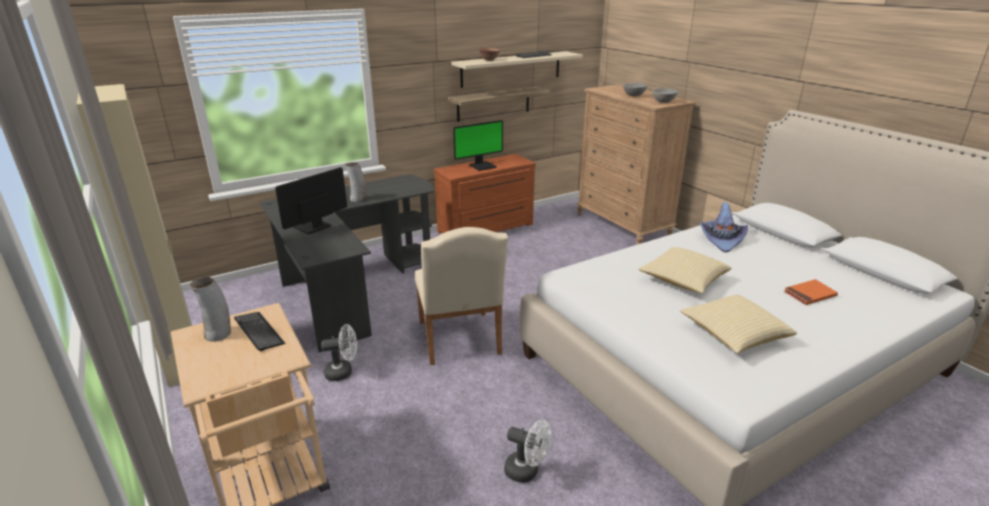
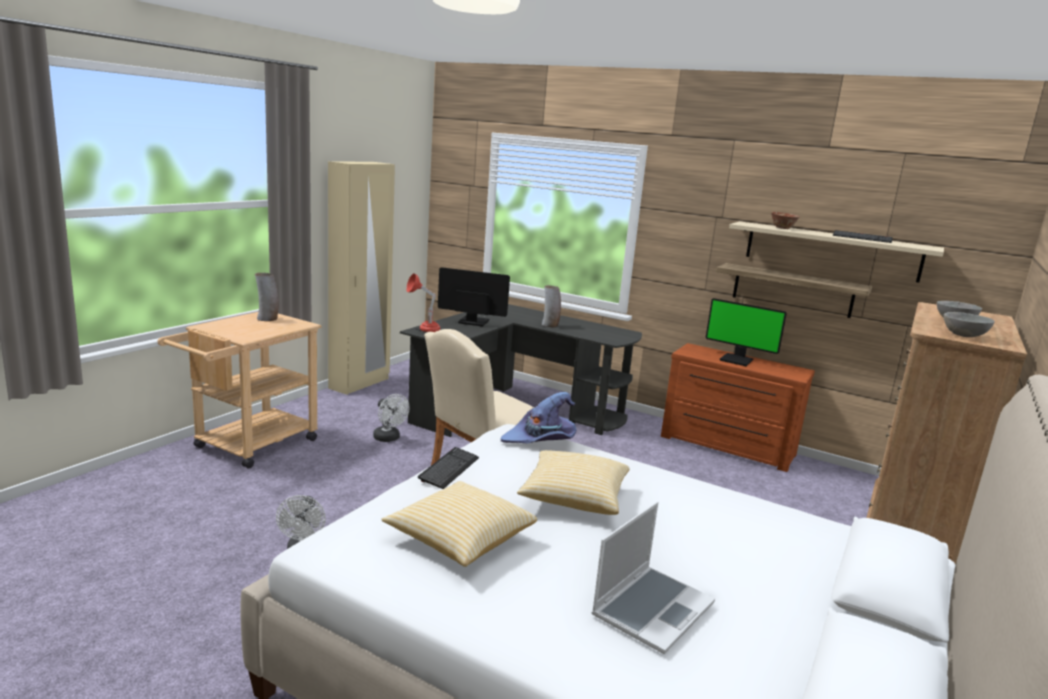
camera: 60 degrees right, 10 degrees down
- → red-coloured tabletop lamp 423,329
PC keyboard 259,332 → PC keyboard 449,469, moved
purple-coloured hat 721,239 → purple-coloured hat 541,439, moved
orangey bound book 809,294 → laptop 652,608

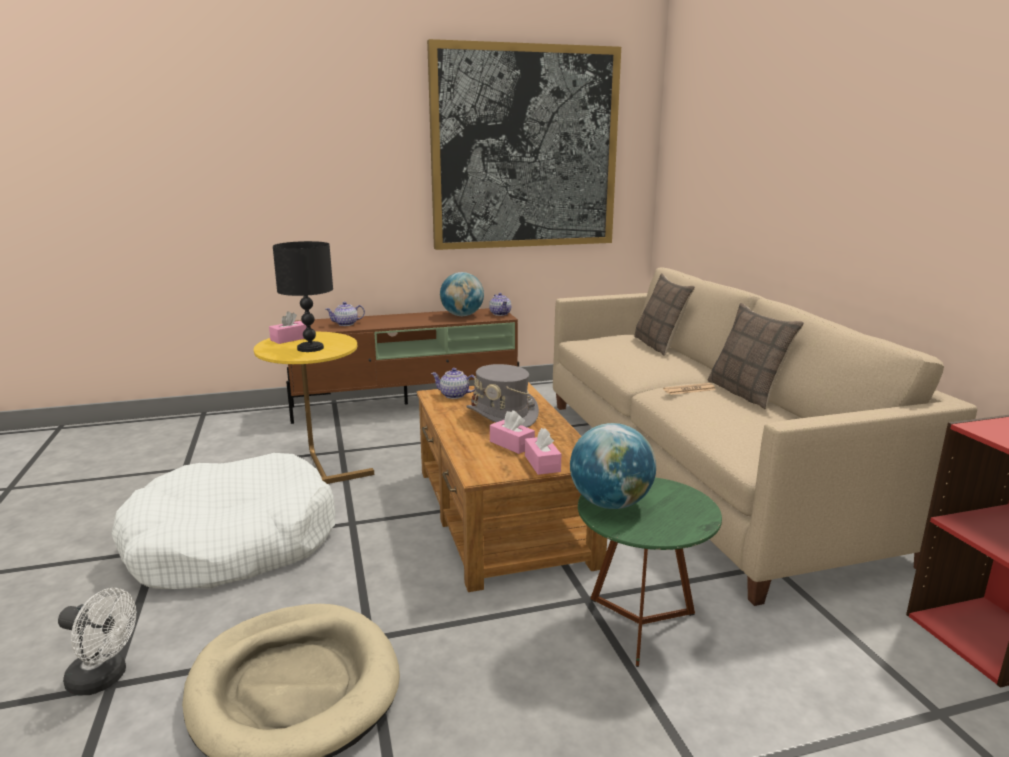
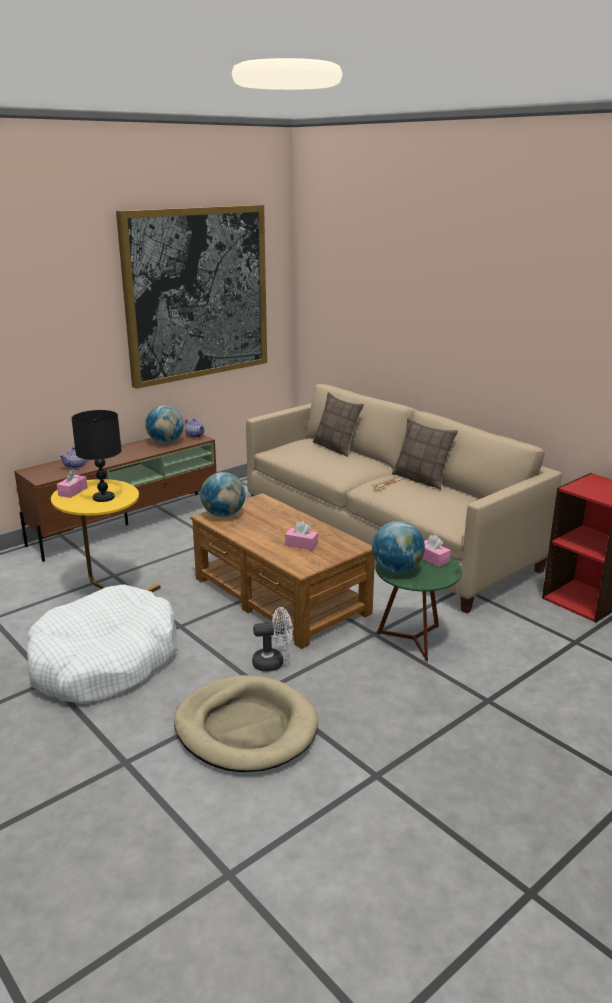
camera: 25 degrees left, 5 degrees up
pot for tea 454,395 → globe 223,515
white-coloured cooling fan 104,679 → white-coloured cooling fan 273,662, moved
pink tissue holder 542,463 → pink tissue holder 432,559, moved
greyish hat 502,416 → -

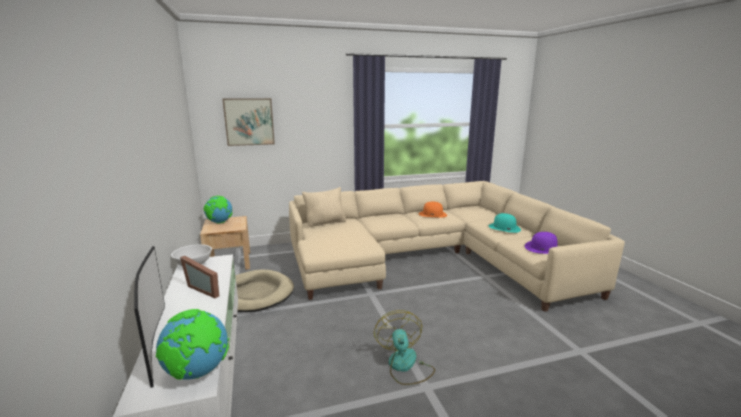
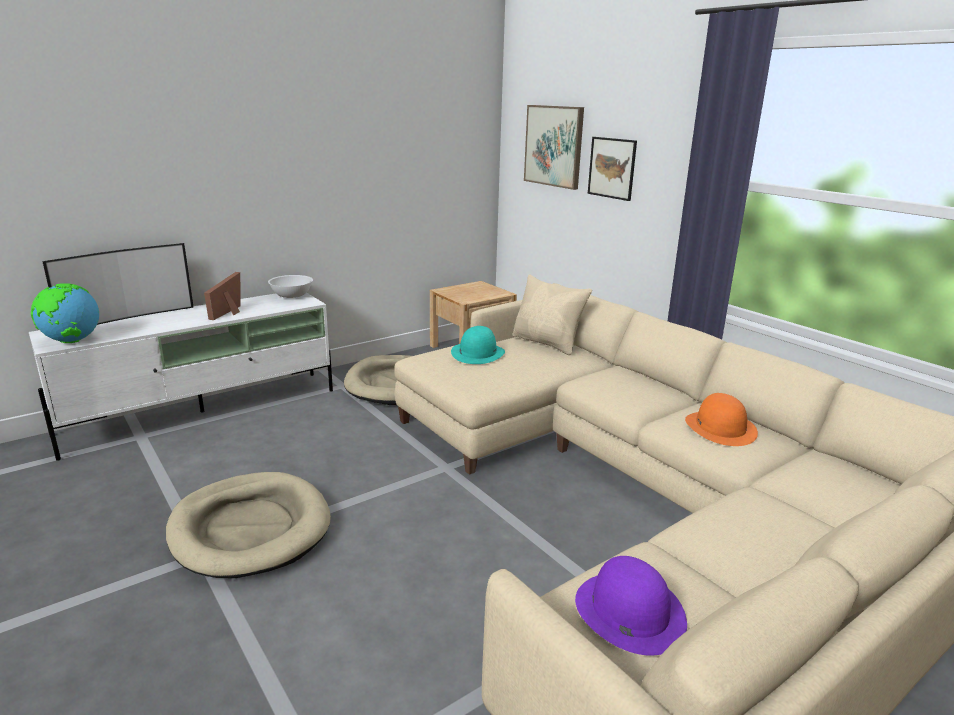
camera: 70 degrees right, 5 degrees up
cooling fan 405,366 → beige-coloured dog bed 250,529
blue-green hat 504,227 → blue-green hat 477,353, moved
- → wall picture 612,168
globe 219,222 → -

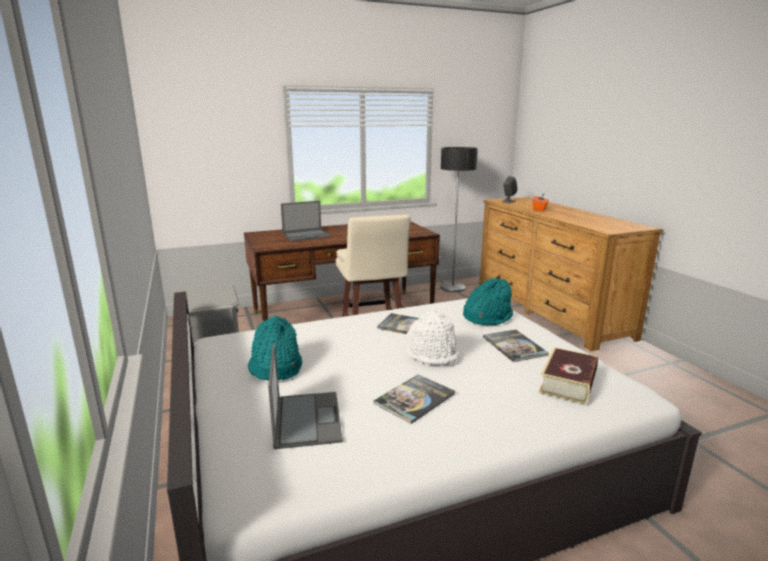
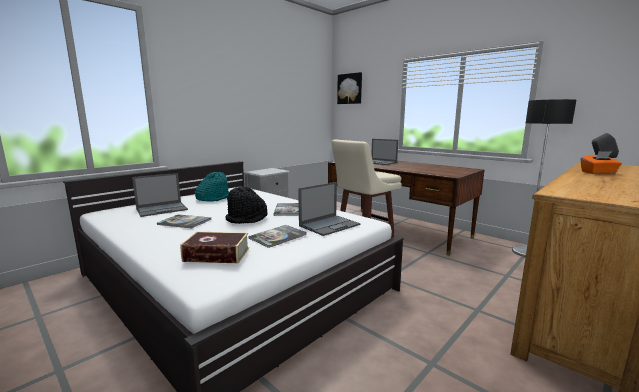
camera: 65 degrees right, 5 degrees down
white-coloured hat 432,354 → blackish hat 247,219
blue-green hat 487,317 → laptop 330,225
- → wall picture 350,89

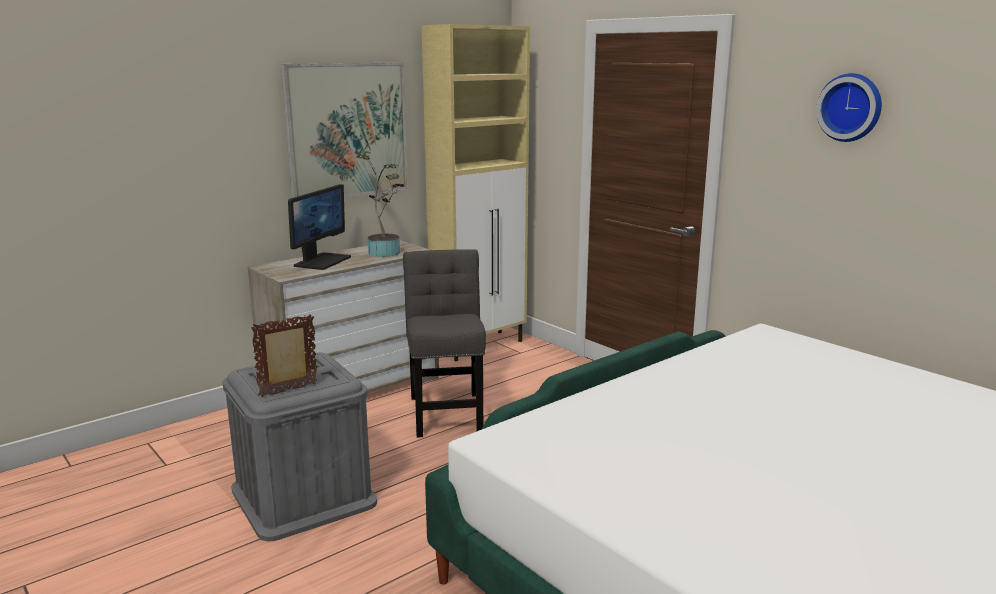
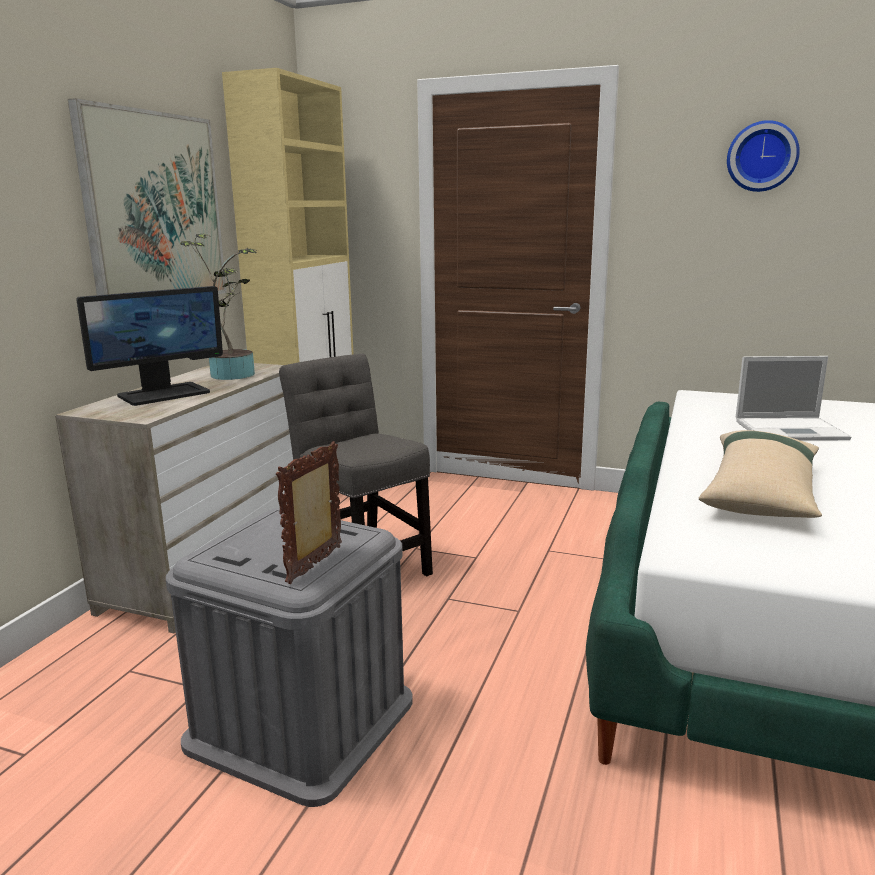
camera: 30 degrees left, 0 degrees up
monitor 322,261 → monitor 164,394, 60 degrees clockwise
- → beige-coloured cushion 761,491
- → laptop 792,430

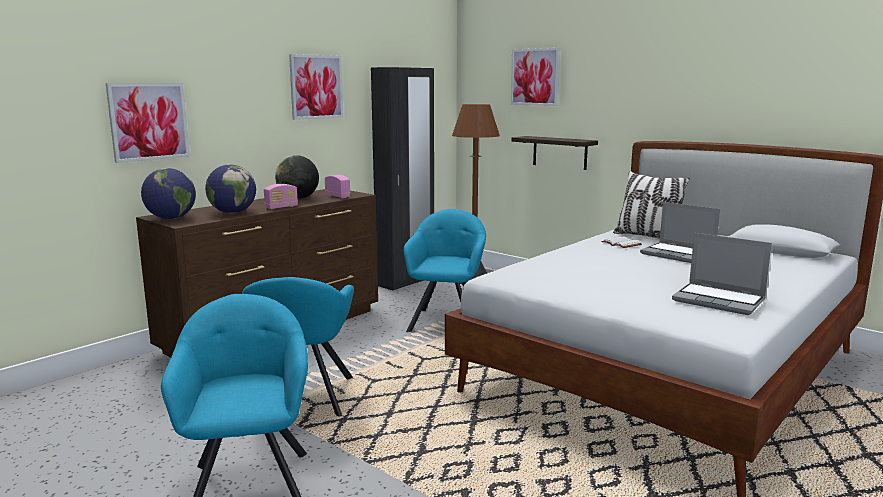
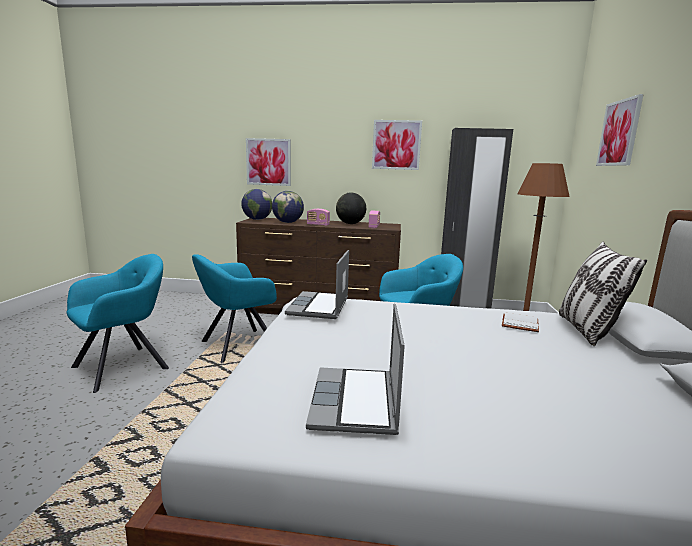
camera: 55 degrees right, 0 degrees up
laptop 679,254 → laptop 319,307, moved
shelf 559,152 → -

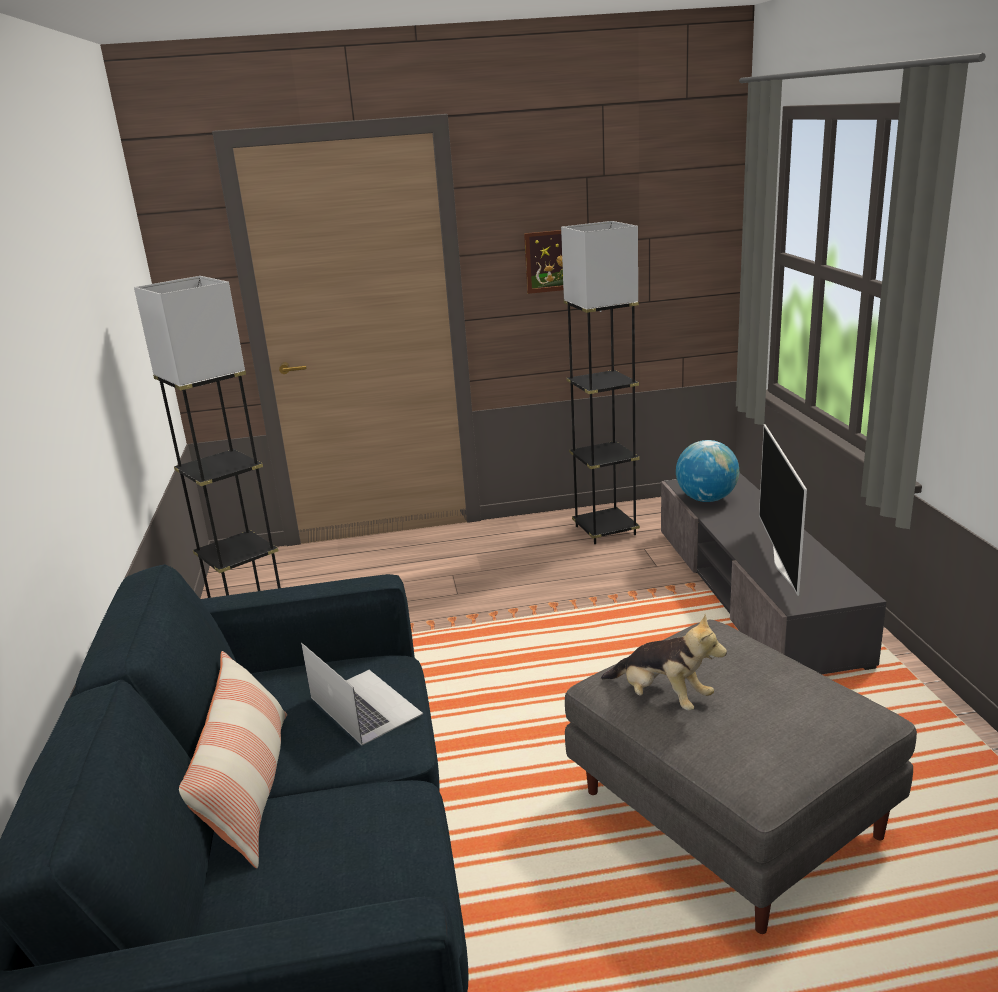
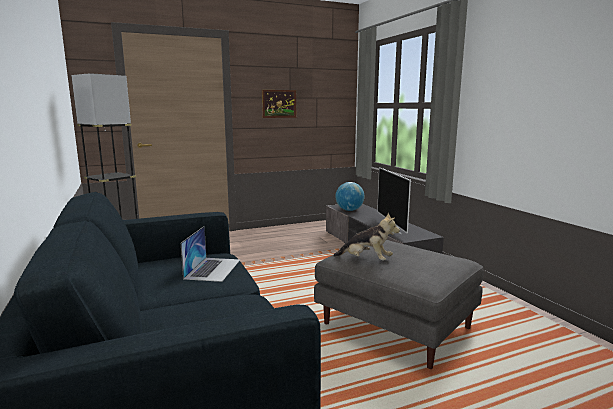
camera: 15 degrees left, 10 degrees down
laptop 365,705 → laptop 213,269, 60 degrees clockwise
cushion 248,786 → -
greyish standing lamp 605,530 → -

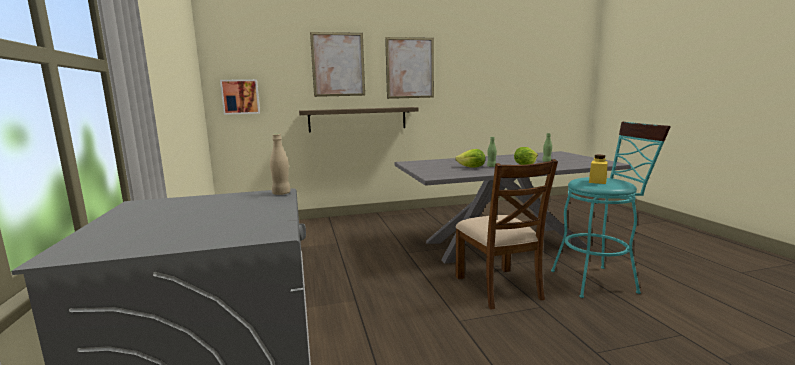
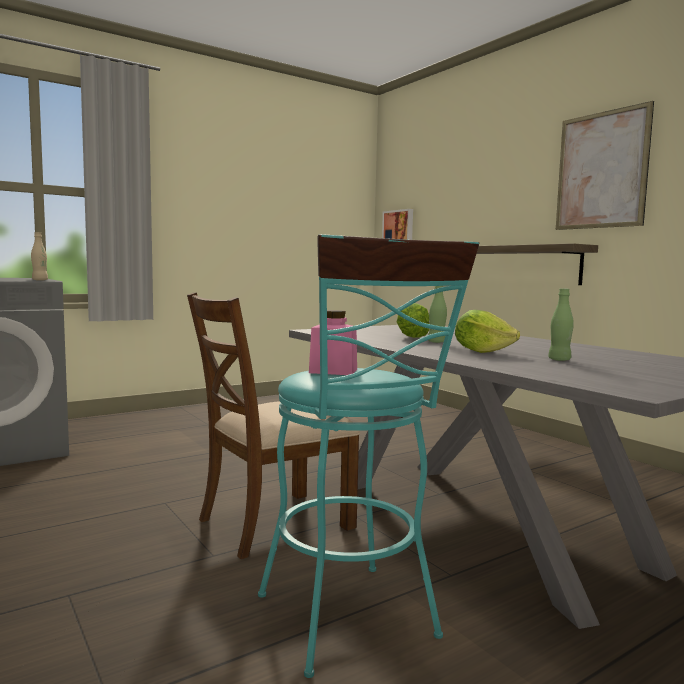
camera: 70 degrees right, 5 degrees down
yellow storage jar 597,181 → pink storage jar 333,371
wall picture 338,64 → -

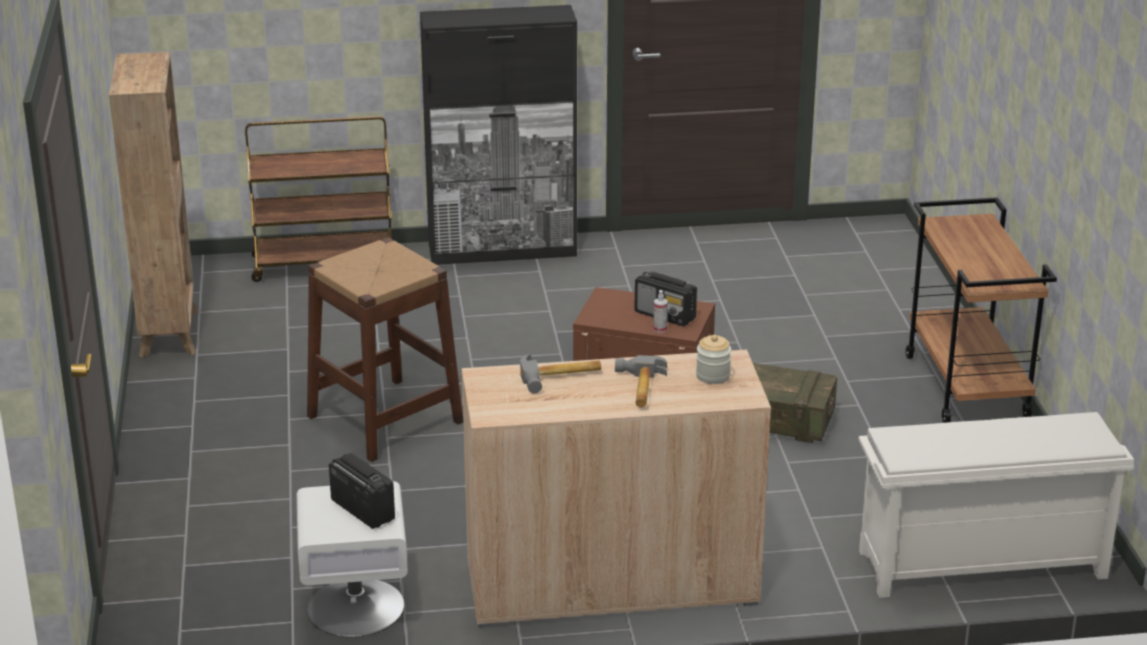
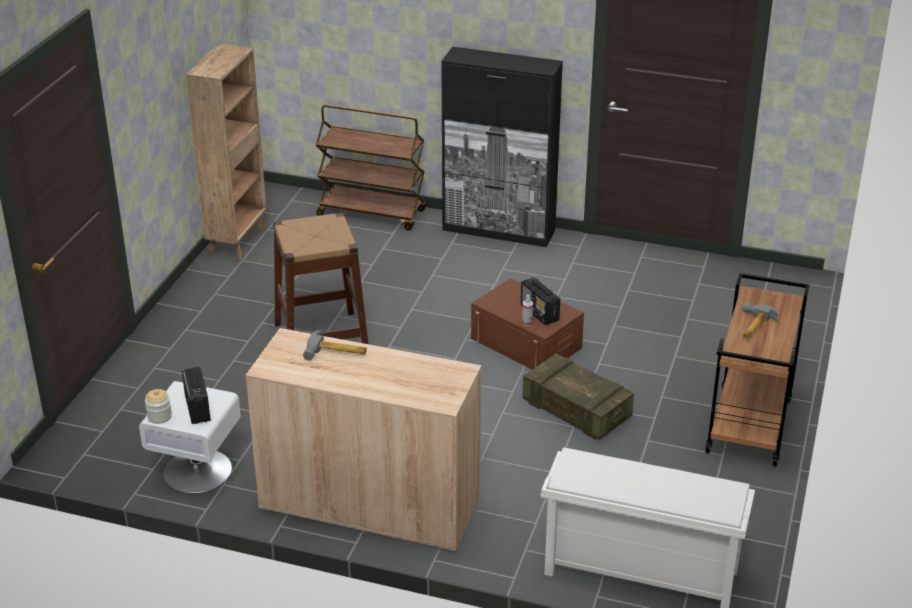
camera: 25 degrees right, 5 degrees up
storage jar 713,376 → storage jar 159,416, moved
tool hammer 639,389 → tool hammer 752,326, moved

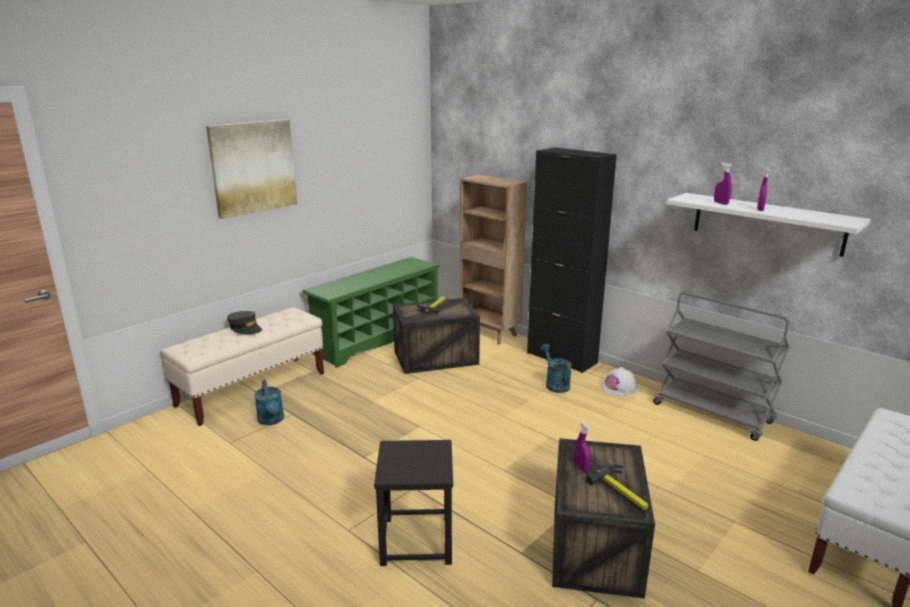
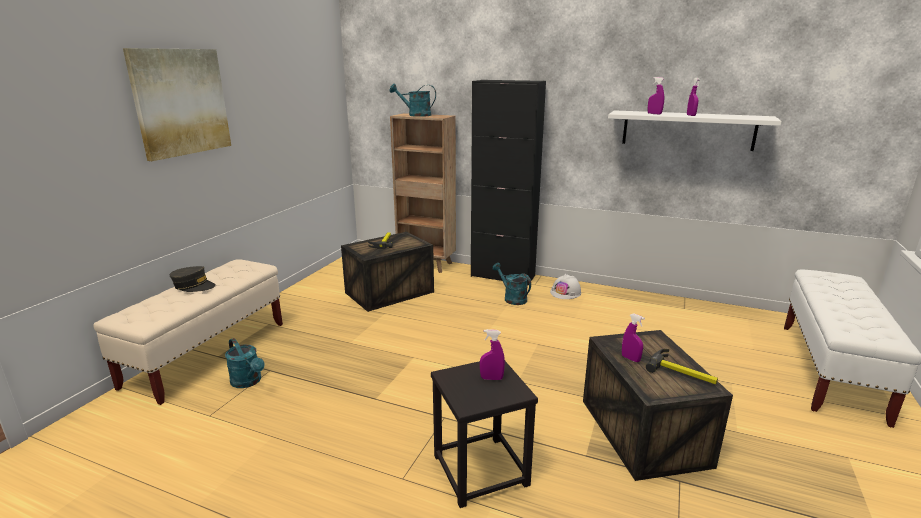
camera: 20 degrees left, 0 degrees up
- → blue-green watering pot 415,115
- → purple-coloured spray bottle 491,378
green-coloured shoe stand 377,338 → -
greyish wheeled cart 713,413 → -

